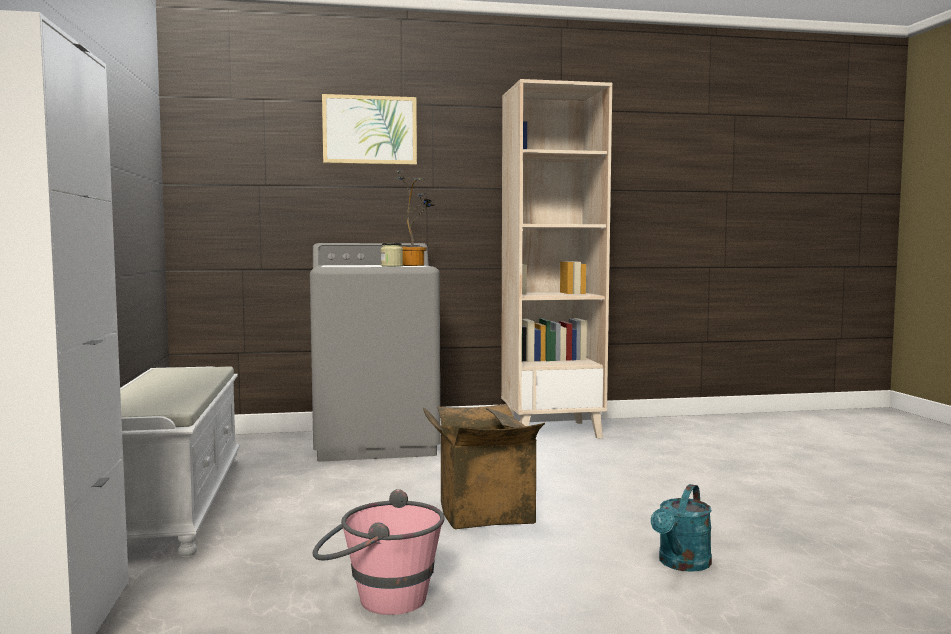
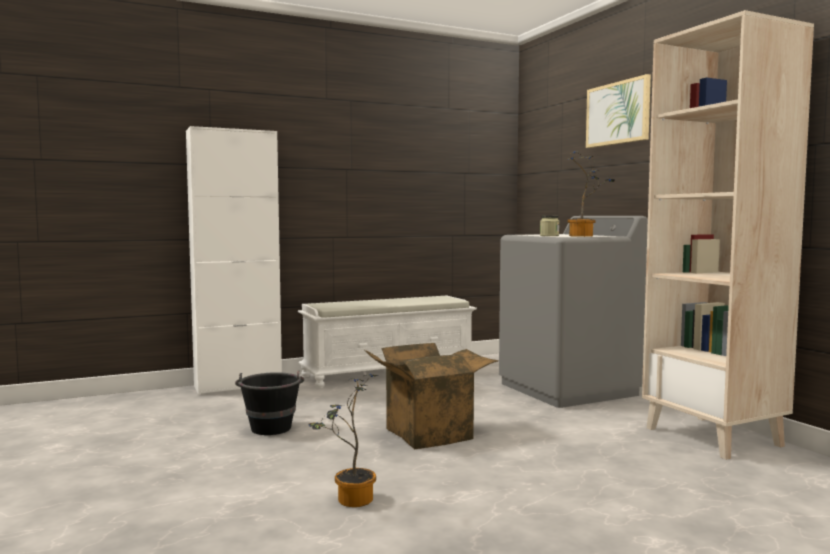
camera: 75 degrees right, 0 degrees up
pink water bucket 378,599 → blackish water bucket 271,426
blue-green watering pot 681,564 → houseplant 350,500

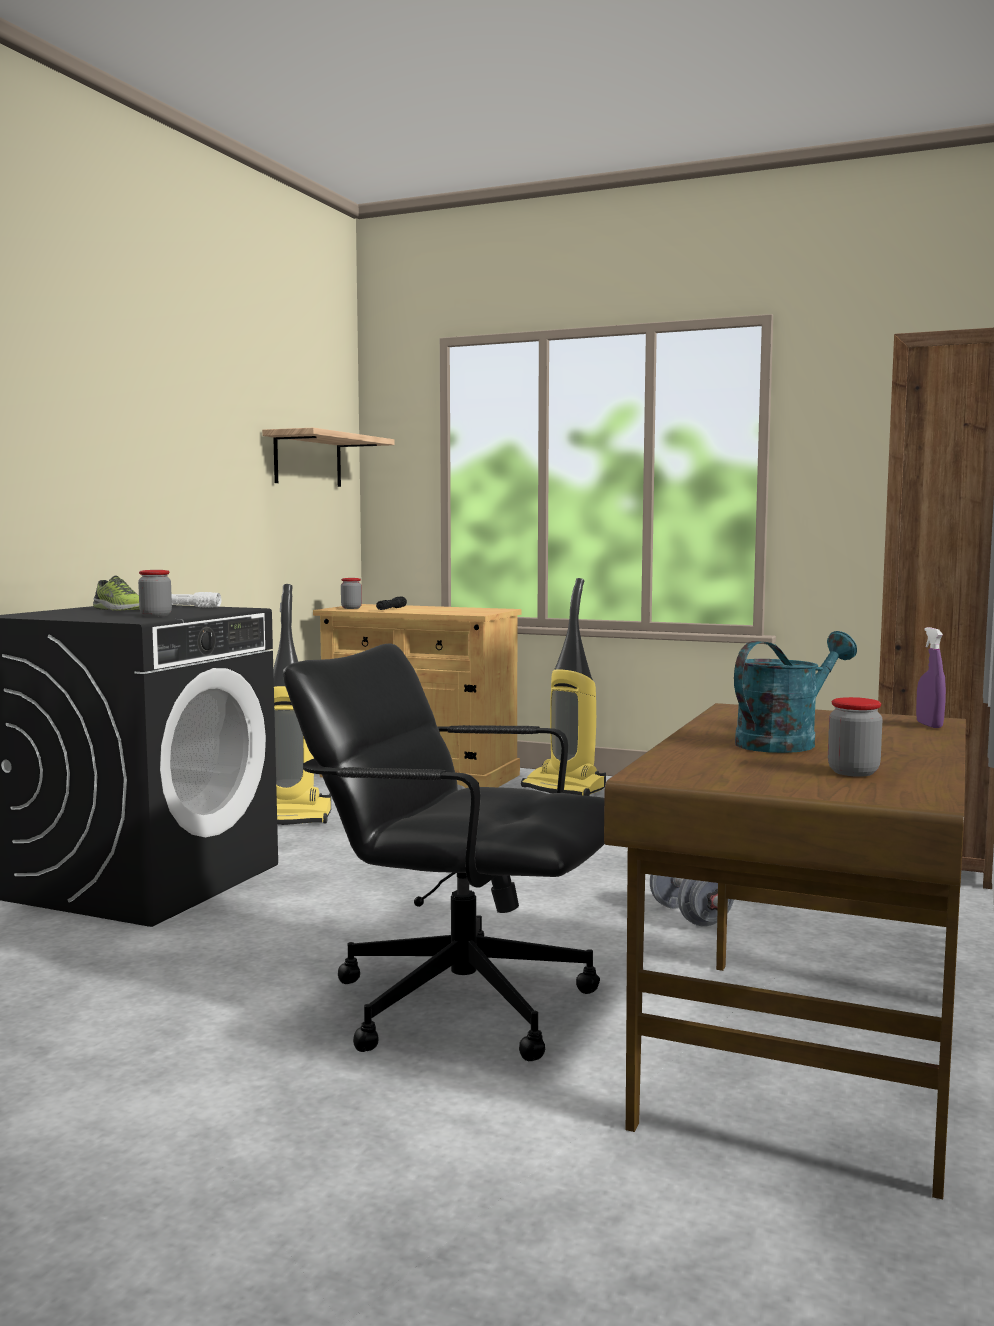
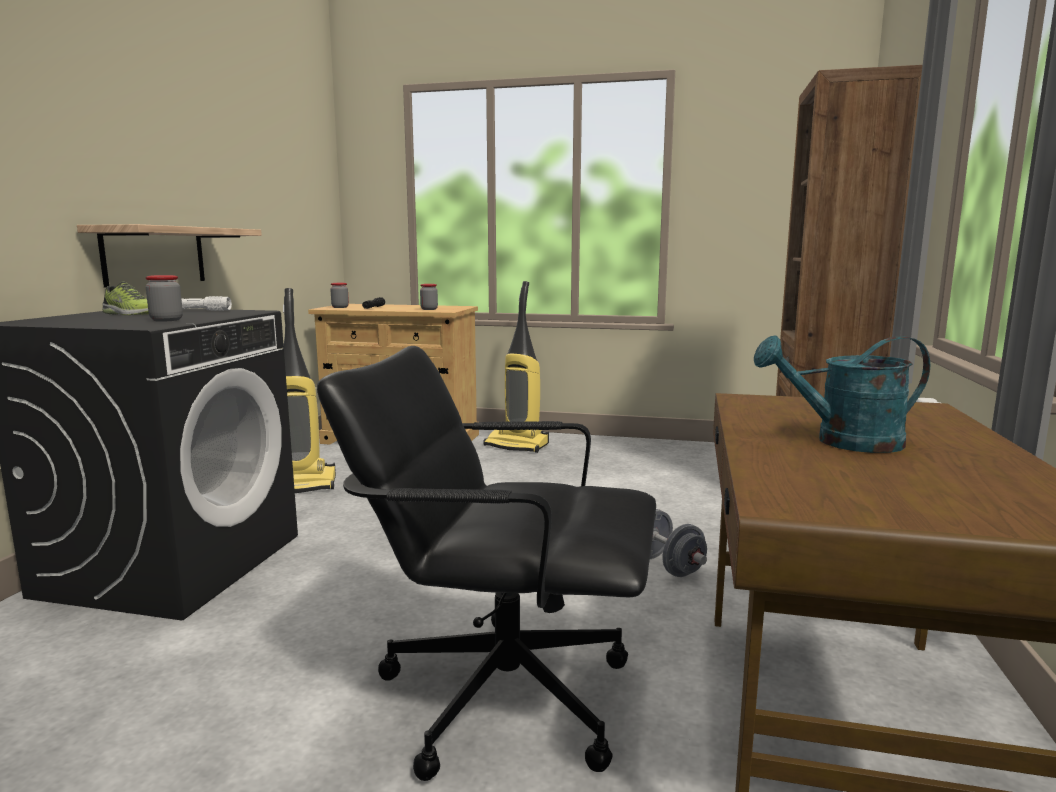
camera: 10 degrees left, 5 degrees up
shelf 308,460 → shelf 155,256, moved
storage jar 853,772 → storage jar 429,309, moved
blue-green watering pot 785,742 → blue-green watering pot 844,442, 135 degrees counterclockwise
purple-coloured spray bottle 929,725 → -

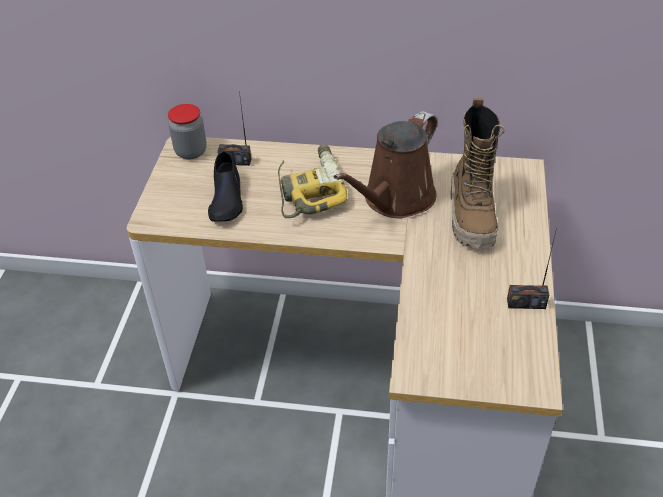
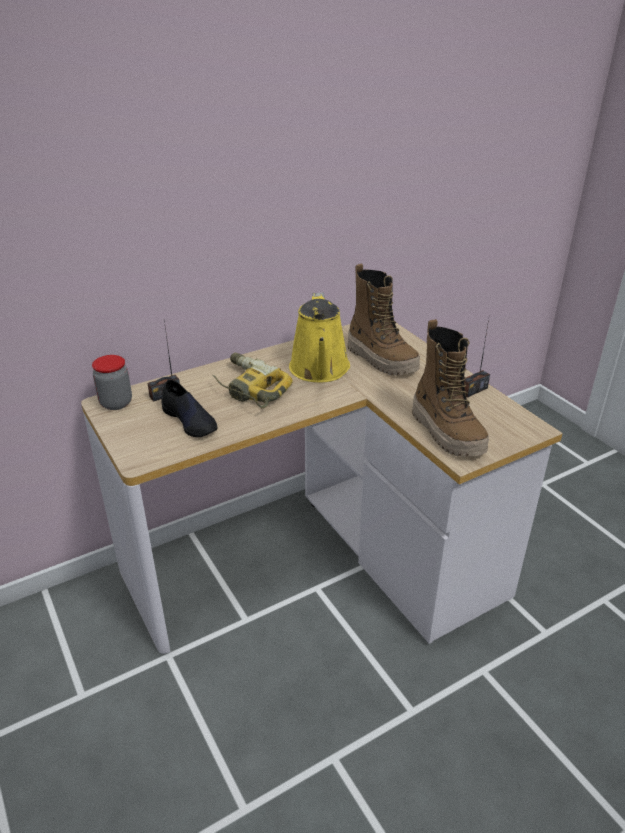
camera: 40 degrees left, 10 degrees down
brown-coloured watering pot 395,199 → yellow watering pot 319,370
- → high-top boot 447,433

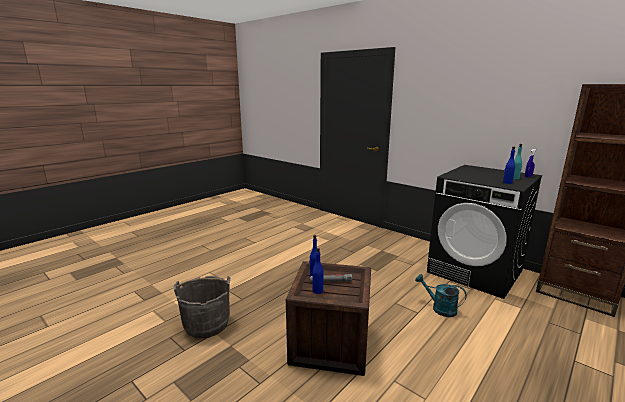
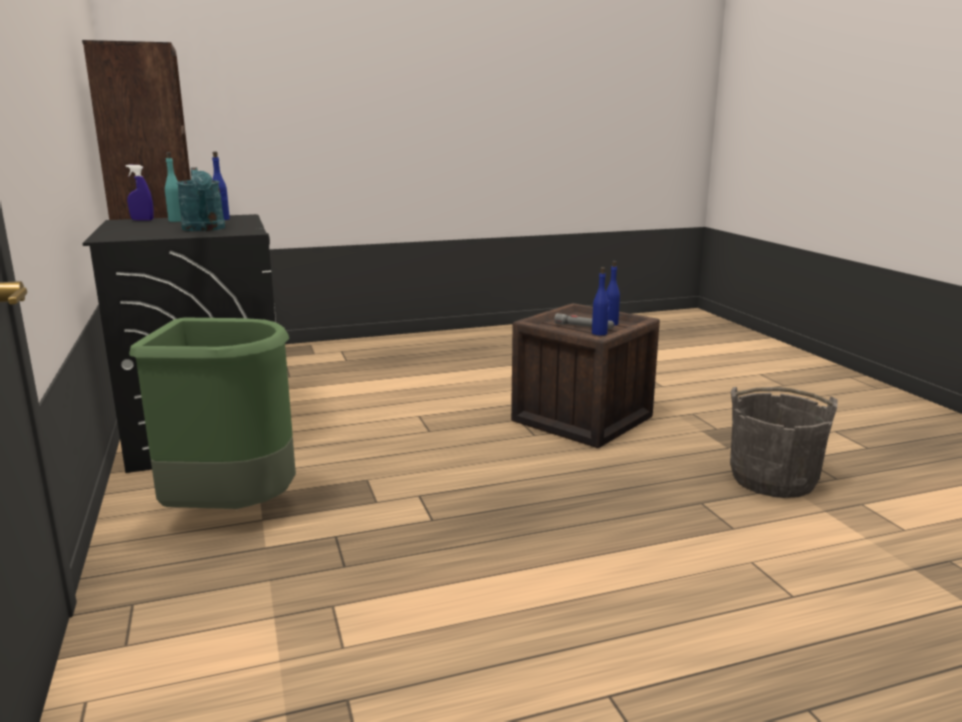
camera: 150 degrees left, 0 degrees up
- → green-coloured rubbish bin 231,510
blue-green watering pot 439,308 → blue-green watering pot 204,229, moved

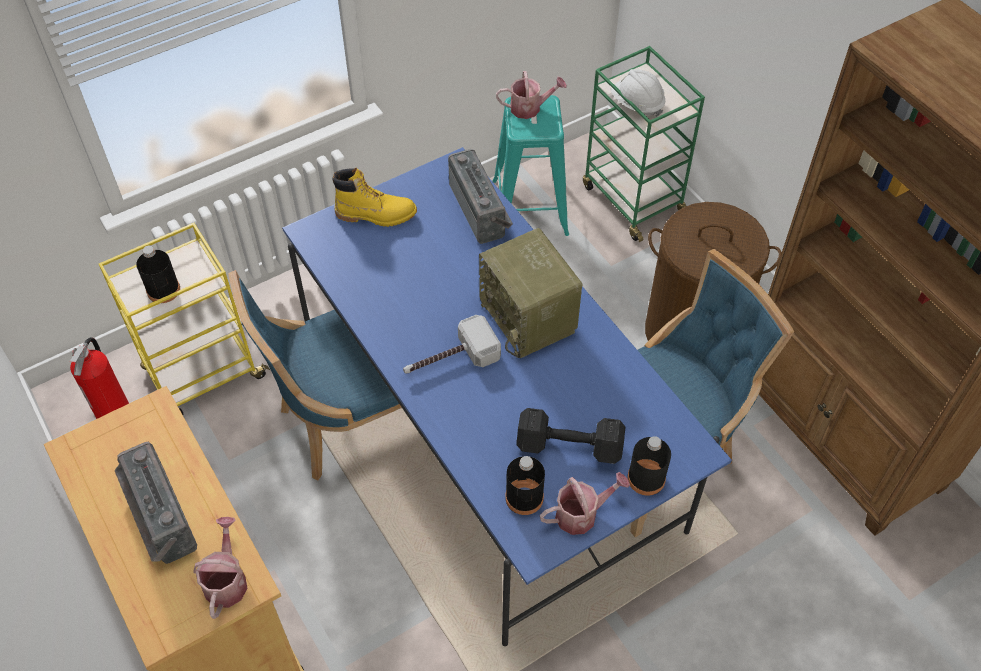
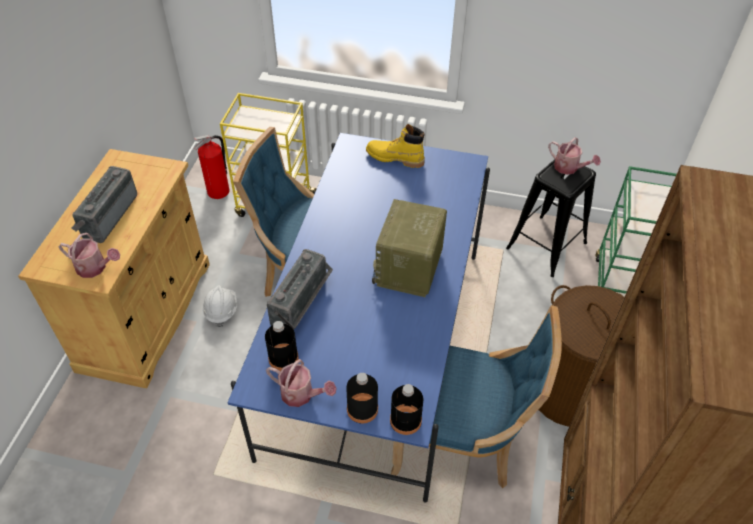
camera: 45 degrees right, 5 degrees down
watering pot 226,580 → watering pot 95,268, 60 degrees clockwise
white-coloured safety helmet 637,104 → white-coloured safety helmet 221,310, moved
radio 481,209 → radio 303,304, moved
yellow high-top boot 376,214 → yellow high-top boot 395,158, 150 degrees clockwise
blackish drink bottle 163,290 → blackish drink bottle 405,420, moved
blue-green sitting stool 530,206 → blackish sitting stool 546,245
tool hammer 449,359 → -
blackish dumbbell 571,447 → -

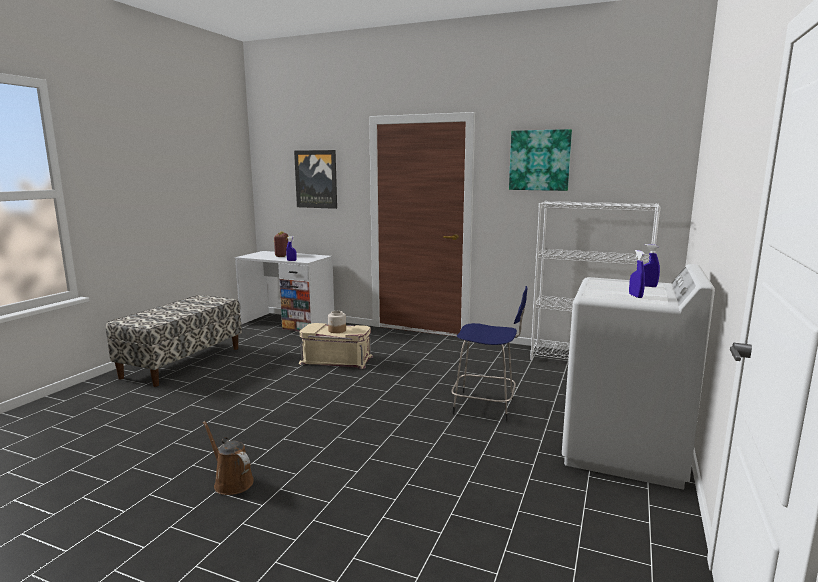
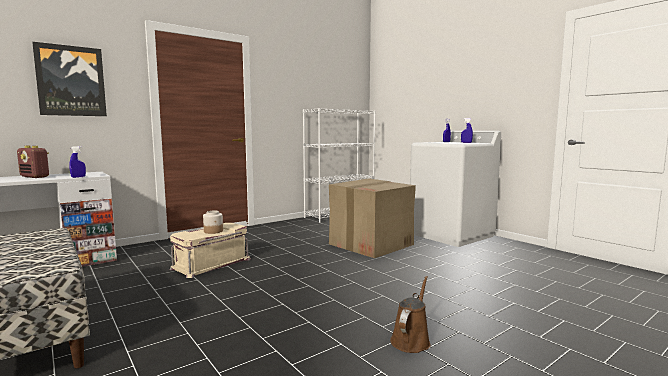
camera: 60 degrees left, 5 degrees down
blue sitting stool 486,406 → packing box 371,244
brown-coloured watering pot 231,482 → brown-coloured watering pot 411,340, 135 degrees clockwise
wall picture 539,160 → -

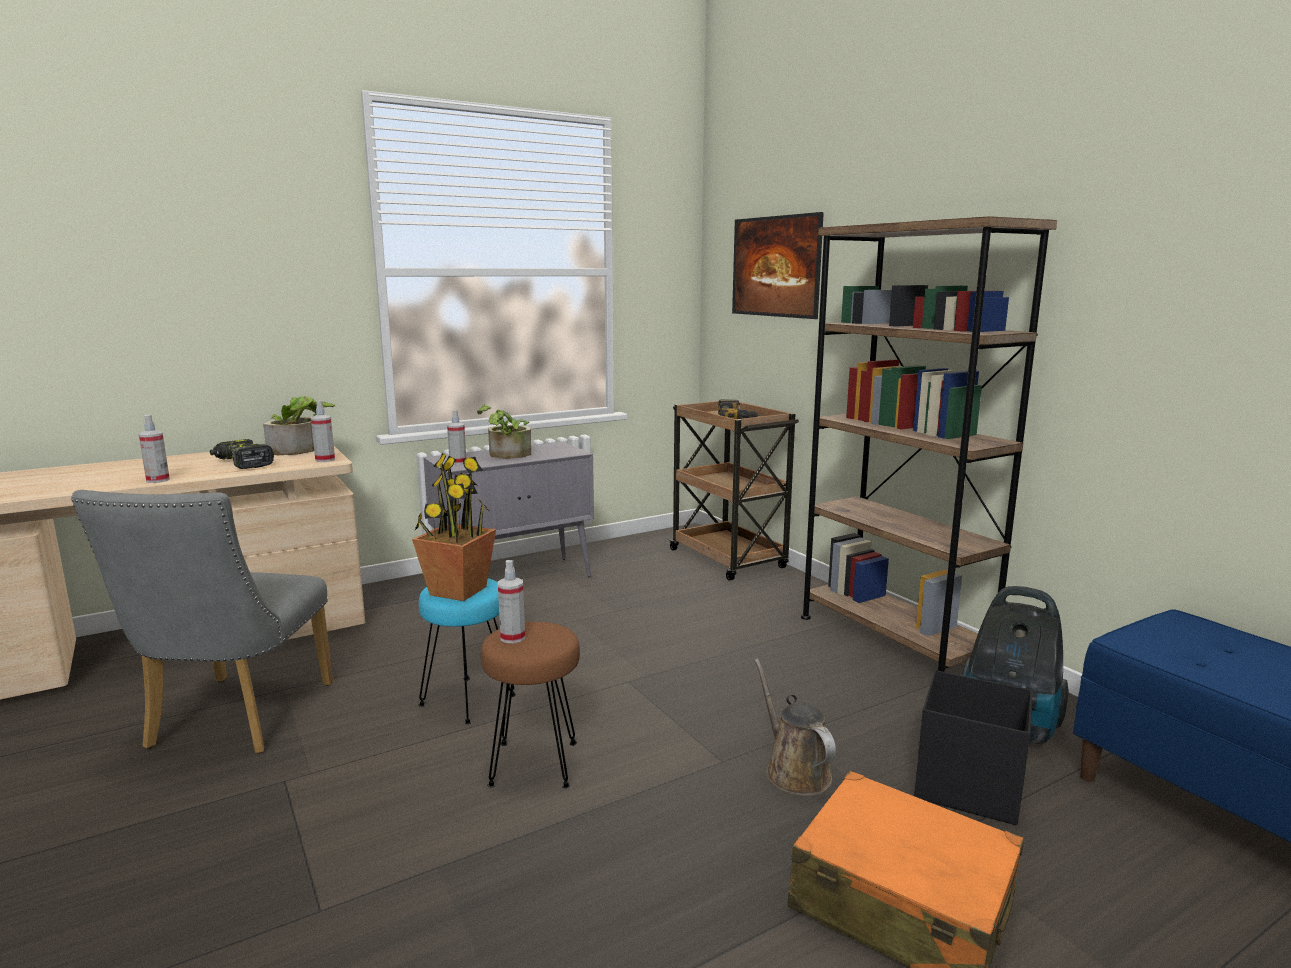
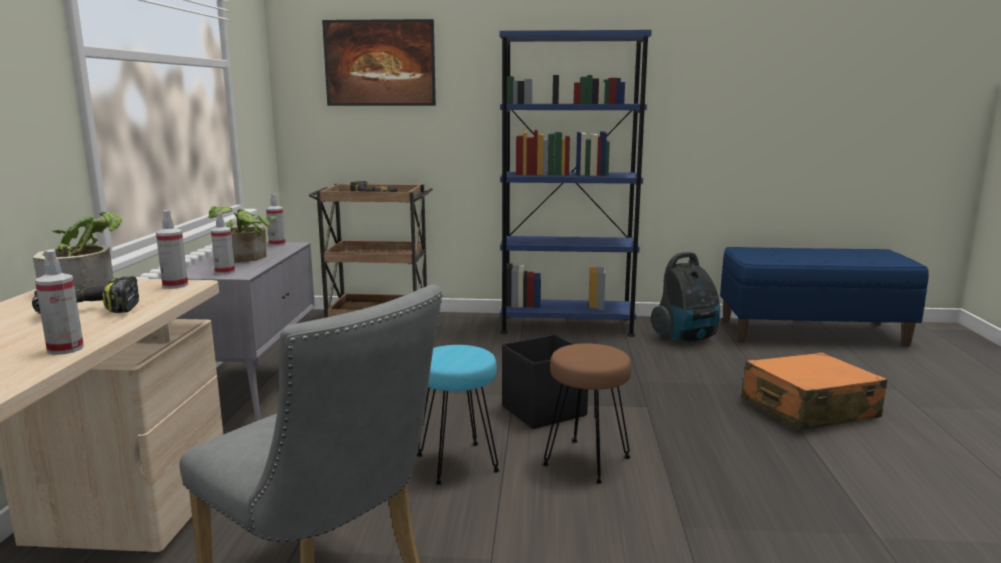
camera: 55 degrees left, 0 degrees up
spray bottle 512,637 → spray bottle 277,244, moved
brown-coloured shelving unit 892,641 → blue shelving unit 566,325
blackish storage container 966,786 → blackish storage container 542,411, moved
houseplant 457,591 → -
brown-coloured watering pot 794,771 → -

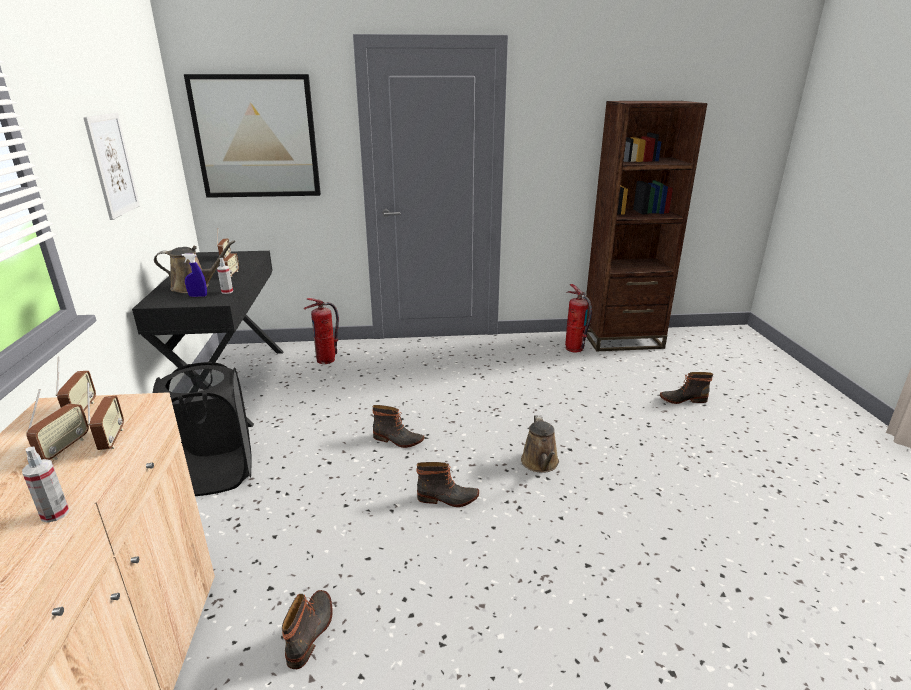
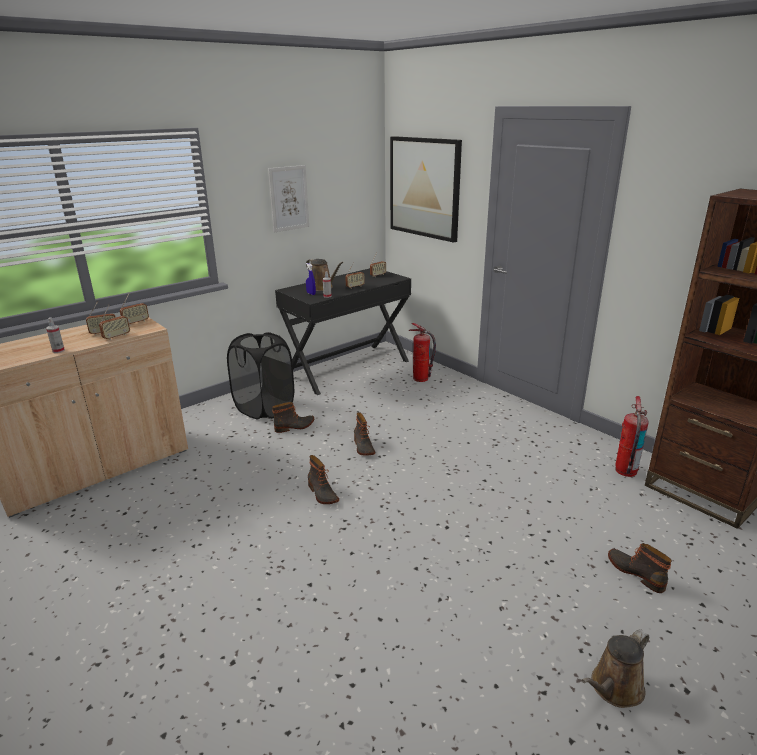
camera: 55 degrees right, 0 degrees up
high-top boot 311,631 → high-top boot 295,426, moved
brown-coloured watering pot 540,463 → brown-coloured watering pot 614,688, moved

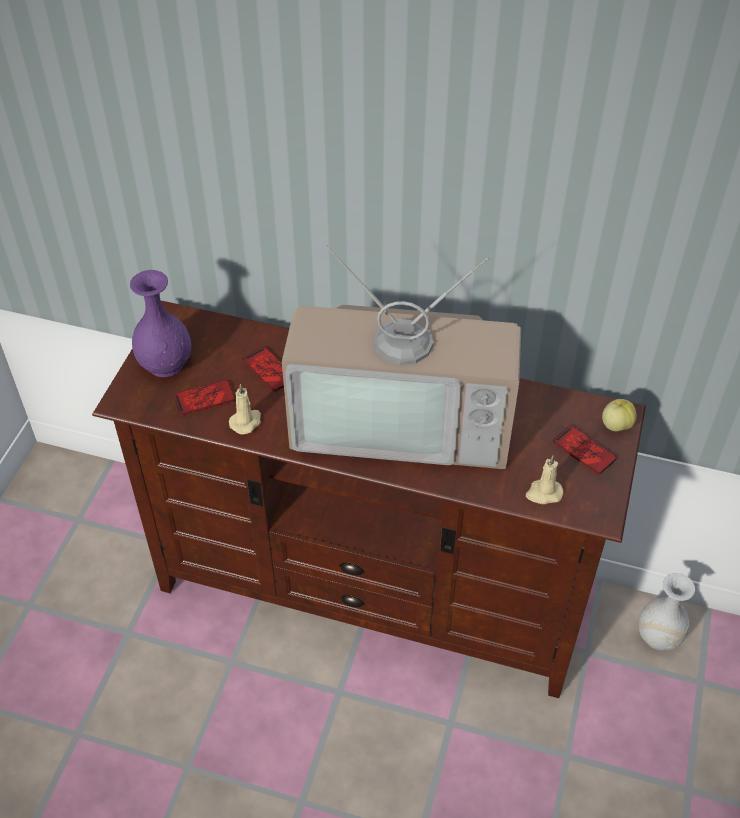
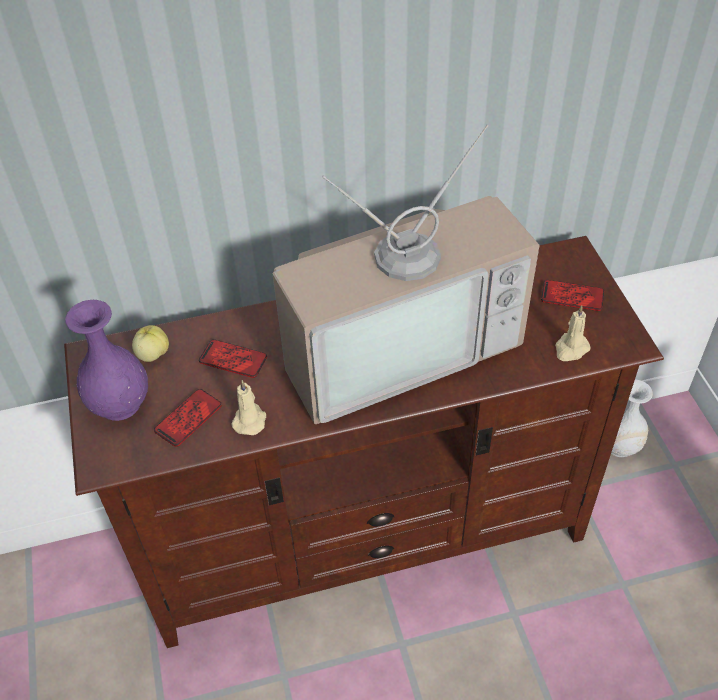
camera: 30 degrees left, 0 degrees up
apple fruit 616,425 → apple fruit 153,354, moved

